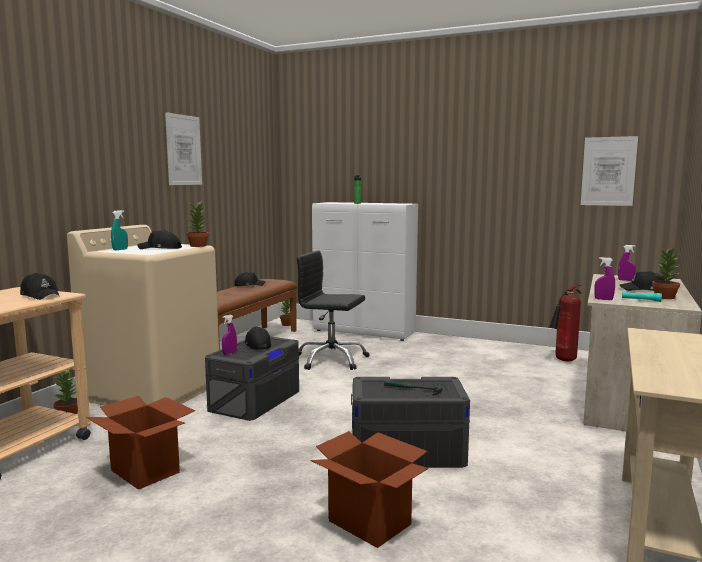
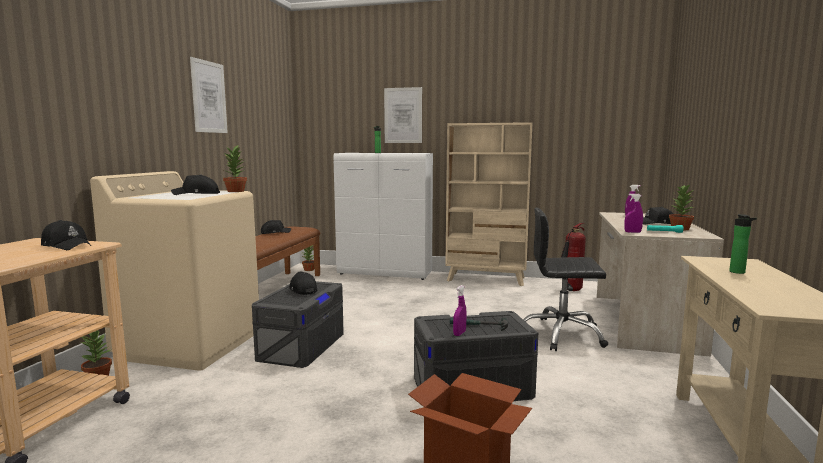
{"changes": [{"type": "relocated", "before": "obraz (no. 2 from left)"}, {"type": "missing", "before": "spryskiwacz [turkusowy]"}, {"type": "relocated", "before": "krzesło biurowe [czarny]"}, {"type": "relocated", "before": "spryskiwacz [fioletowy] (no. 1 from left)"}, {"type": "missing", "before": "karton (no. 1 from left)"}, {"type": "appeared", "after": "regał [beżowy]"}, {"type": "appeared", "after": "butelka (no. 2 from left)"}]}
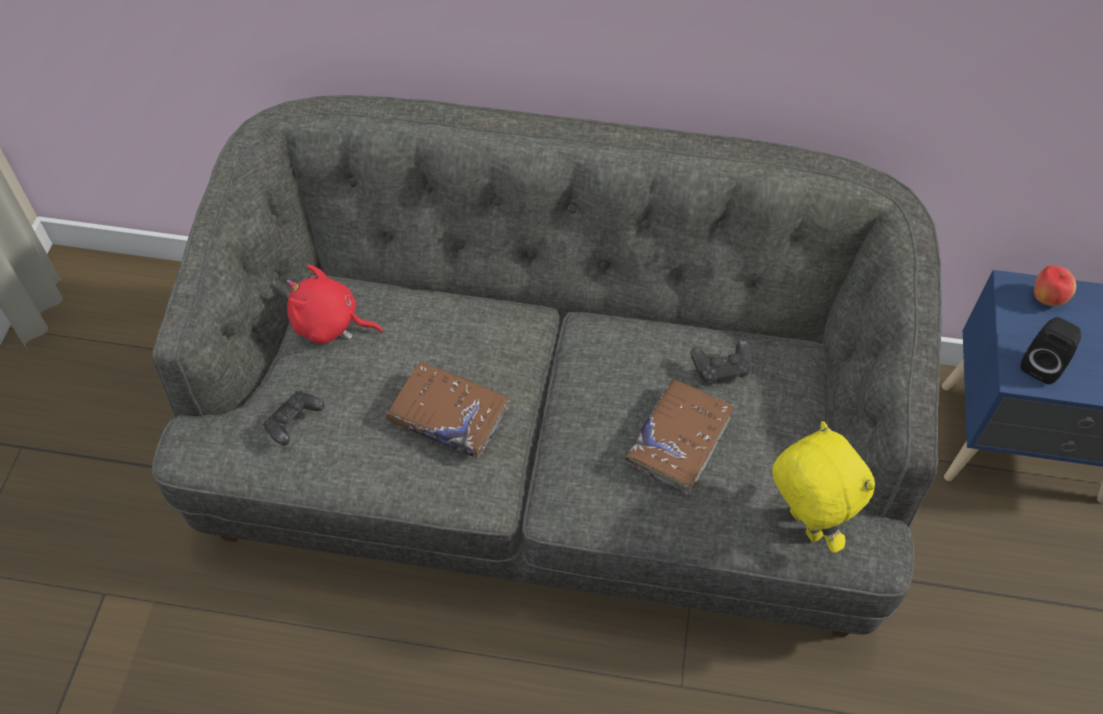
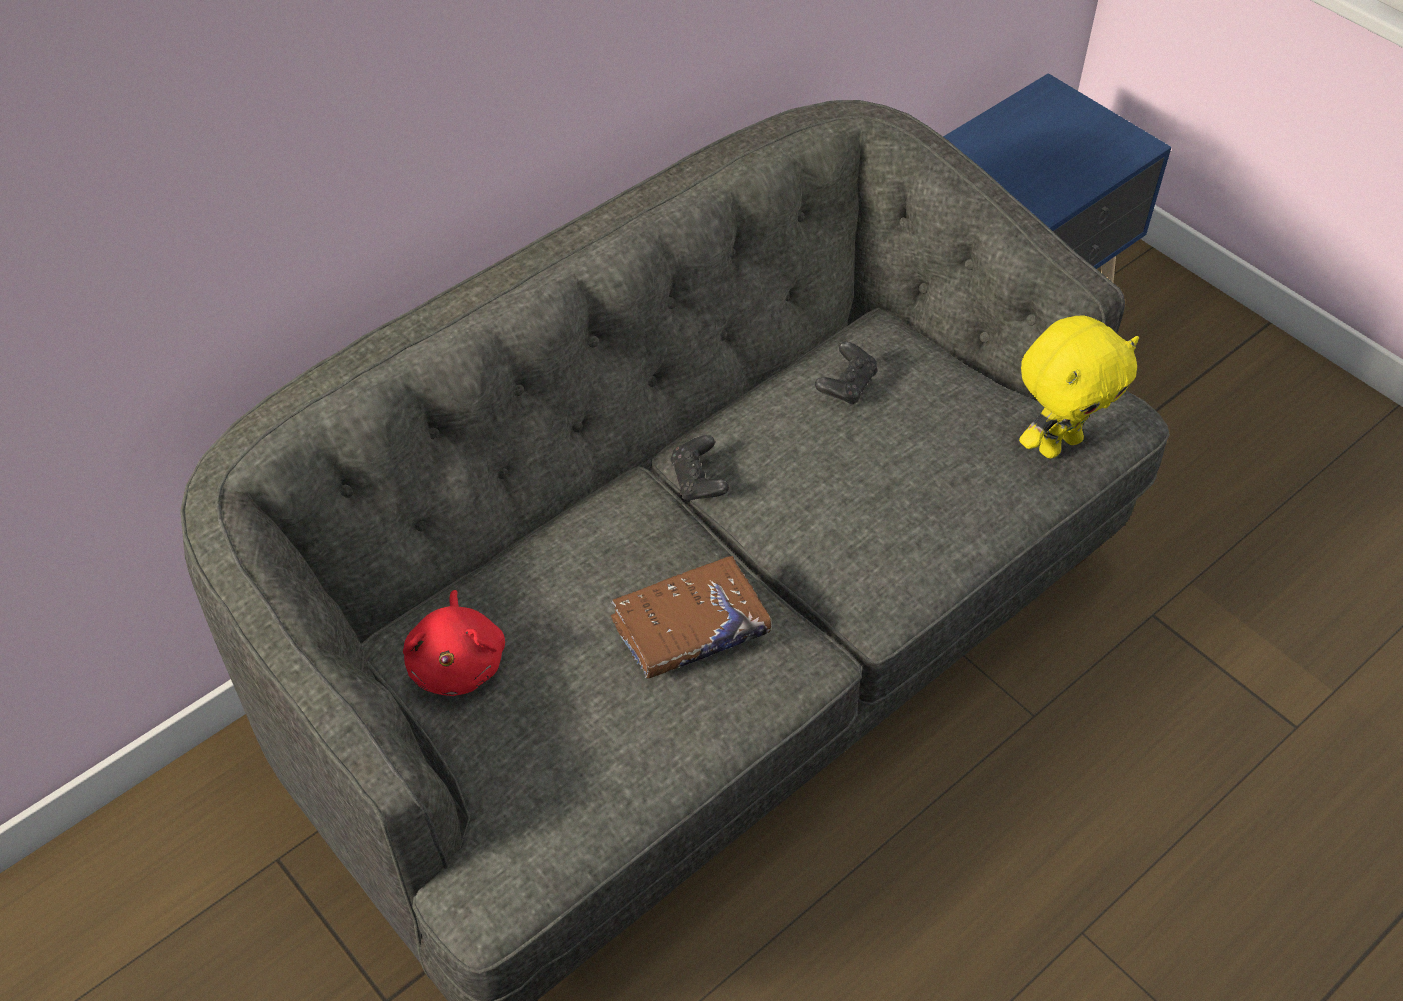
{"changes": [{"type": "spun", "before": "pluszak [czerwony]", "turn": -60}, {"type": "missing", "before": "jabłko"}, {"type": "missing", "before": "głośnik [czarny]"}, {"type": "missing", "before": "książka [brązowy] (no. 2 from left)"}, {"type": "relocated", "before": "pad do gier [czarny] (no. 1 from left)"}, {"type": "spun", "before": "pluszak [żółty]", "turn": 135}]}
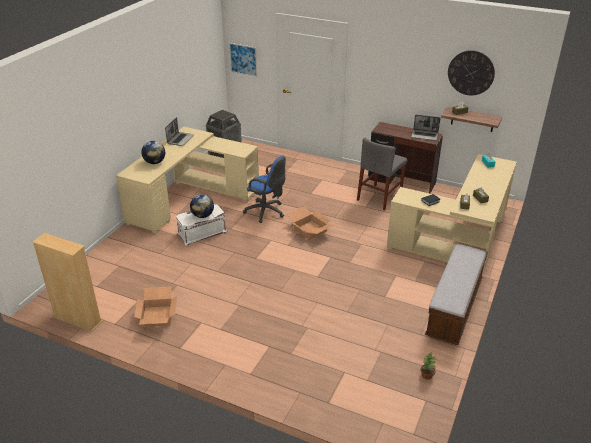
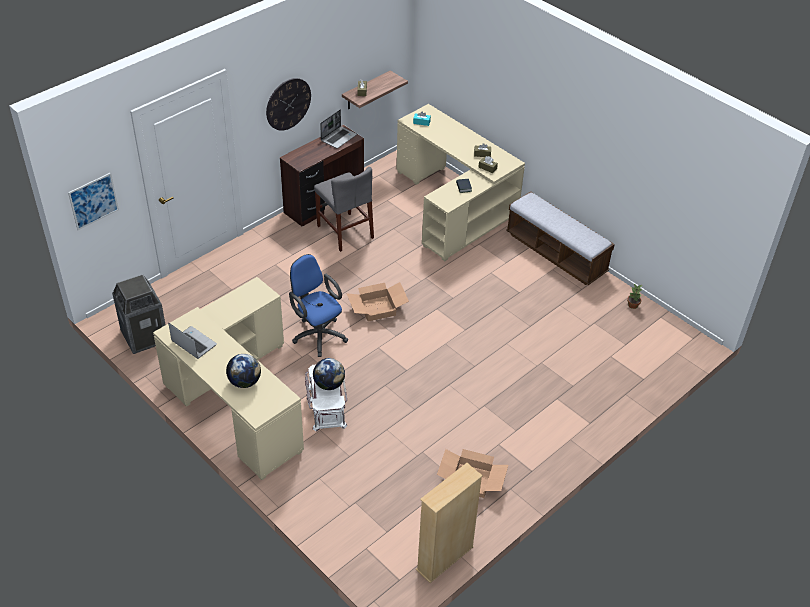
{"changes": [{"type": "relocated", "before": "zegar ścienny"}, {"type": "spun", "before": "krzesło biurowe [niebieski]", "turn": -90}]}
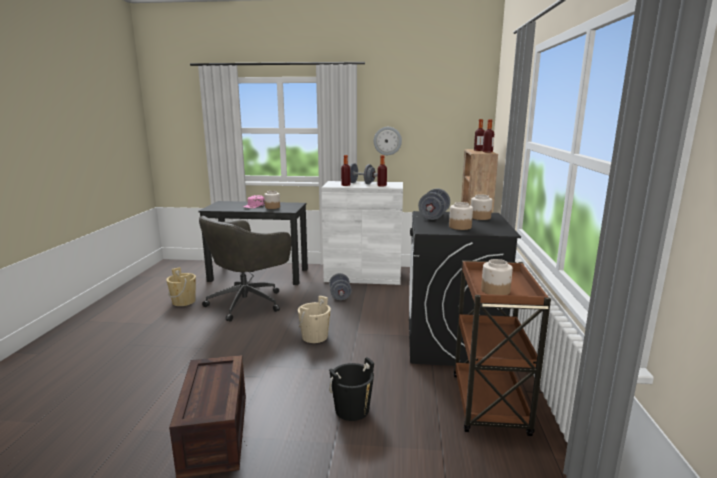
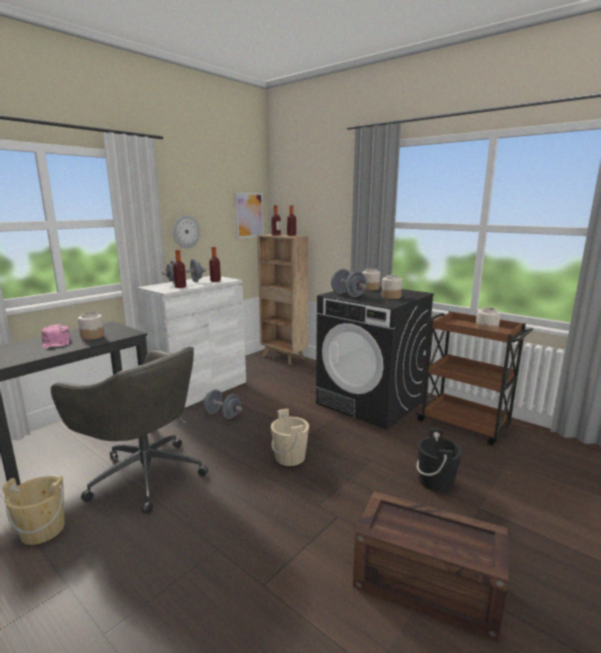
{"changes": [{"type": "spun", "before": "krzesło biurowe [szary]", "turn": -45}, {"type": "appeared", "after": "obraz"}]}
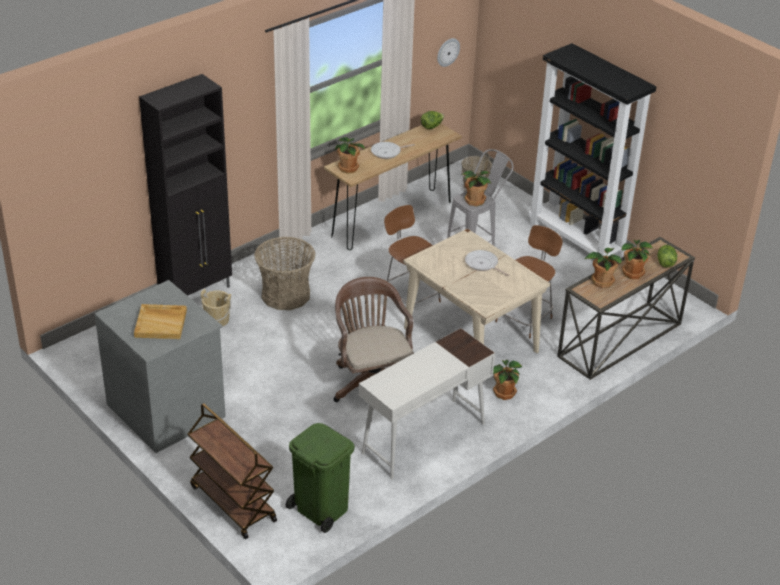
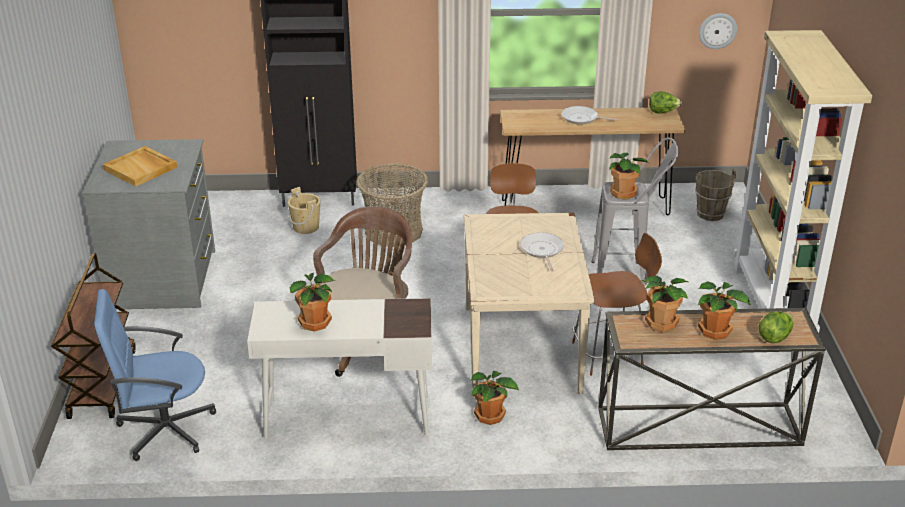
{"changes": [{"type": "colour", "before": "regał [czarny]", "after": "regał [beżowy]"}, {"type": "relocated", "before": "roślina doniczkowa (no. 1 from left)"}, {"type": "exchanged", "before": "kosz na śmieci [zielony]", "after": "krzesło biurowe [niebieski]"}]}
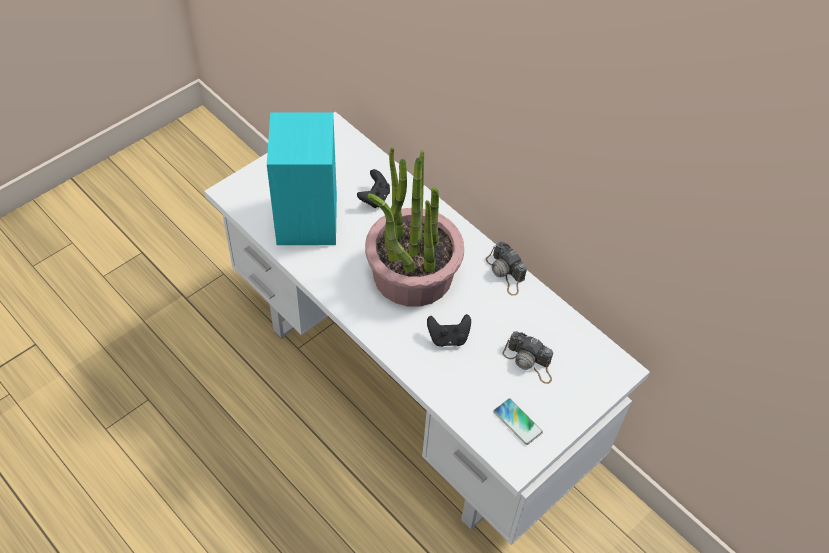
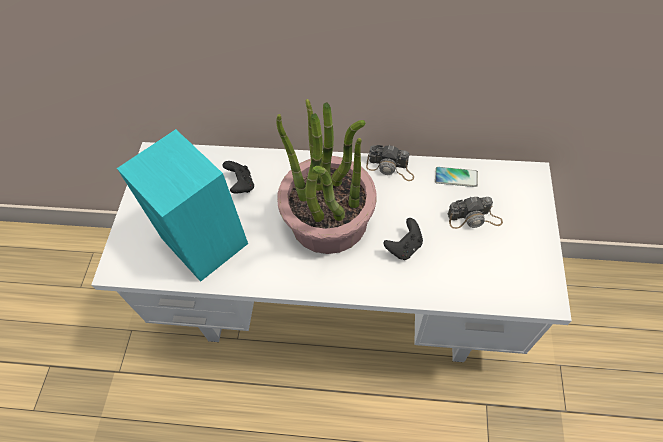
{"changes": [{"type": "relocated", "before": "telefon"}]}
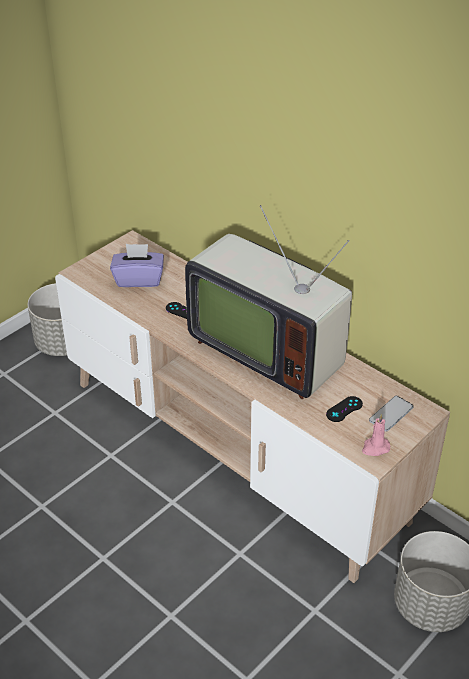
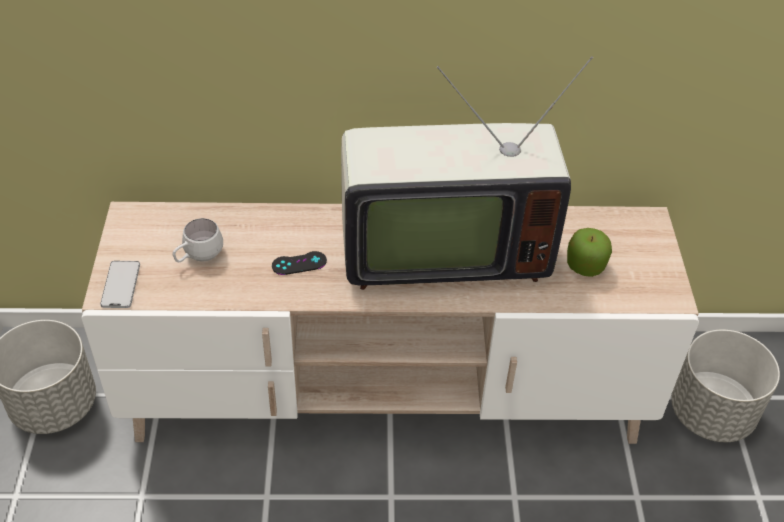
{"changes": [{"type": "exchanged", "before": "pudełko chusteczek [fioletowy]", "after": "kubek [biały]"}, {"type": "exchanged", "before": "pad do gier [czarny] (no. 2 from left)", "after": "jabłko"}, {"type": "relocated", "before": "telefon"}, {"type": "missing", "before": "świeca [różowy]"}]}
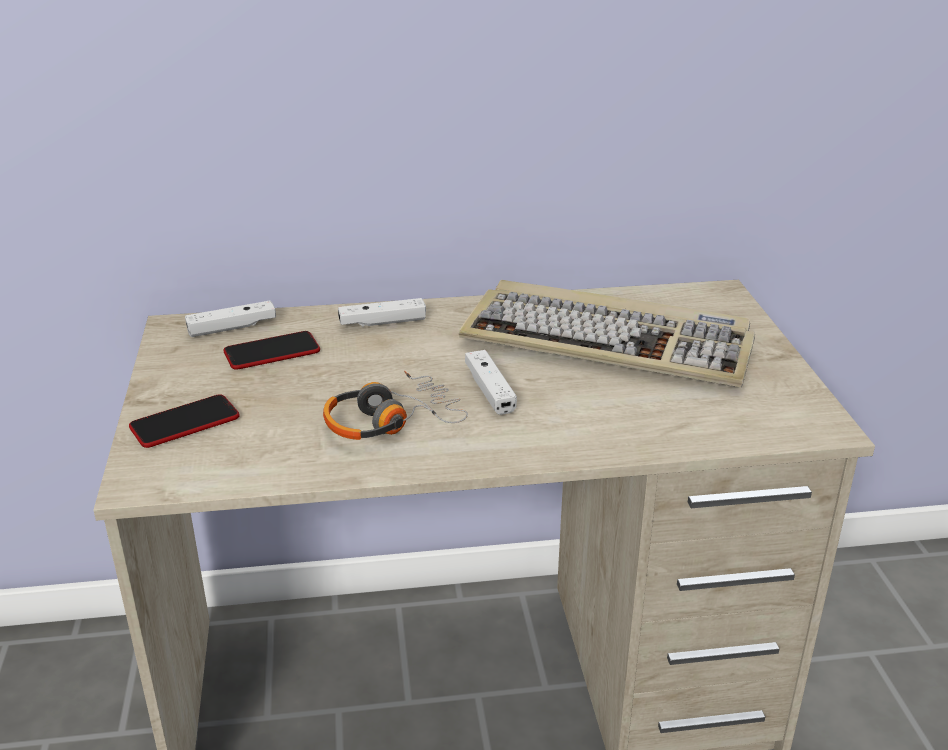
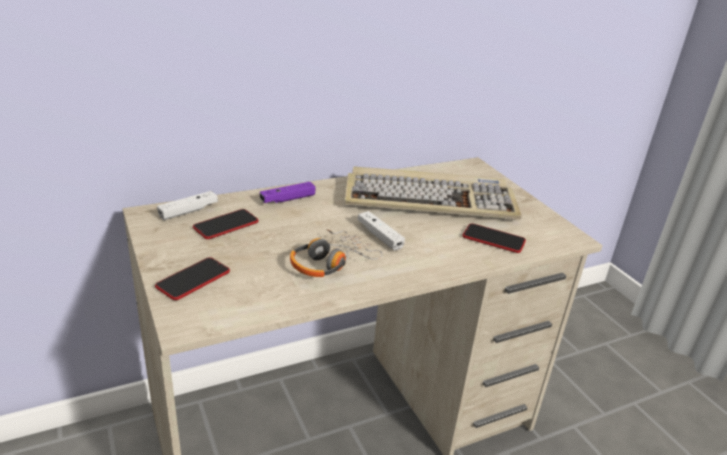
{"changes": [{"type": "colour", "before": "pad do gier [biały] (no. 2 from left)", "after": "pad do gier [fioletowy]"}, {"type": "appeared", "after": "telefon (no. 3 from left)"}]}
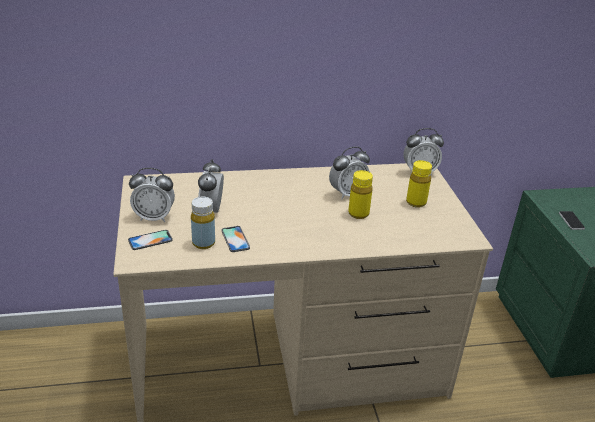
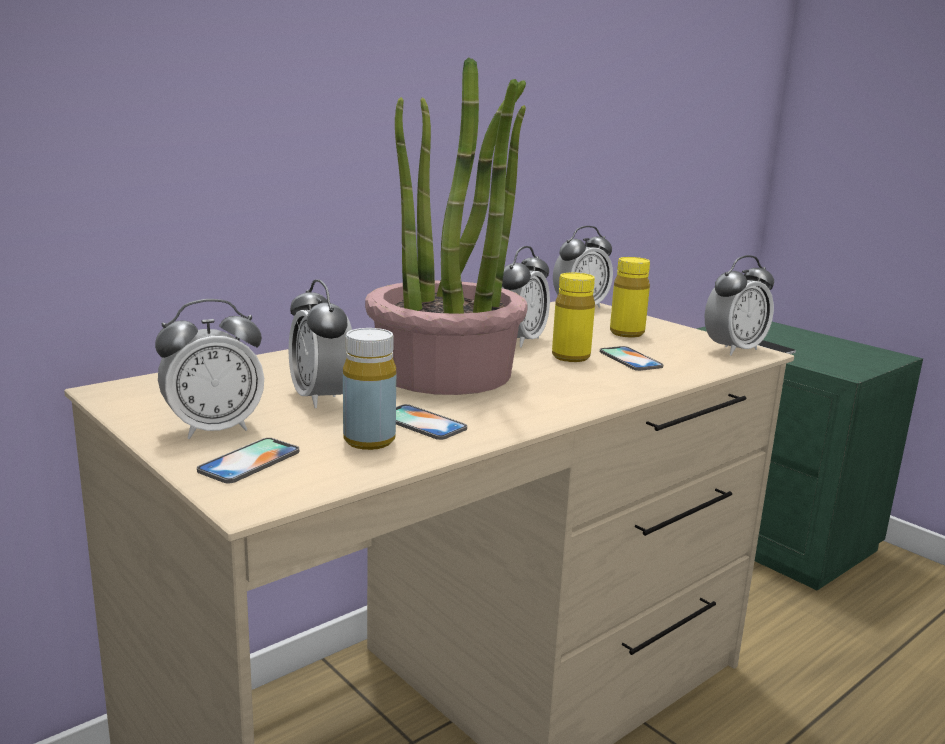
{"changes": [{"type": "appeared", "after": "roślina doniczkowa"}, {"type": "appeared", "after": "budzik (no. 5 from left)"}, {"type": "appeared", "after": "telefon (no. 3 from left)"}]}
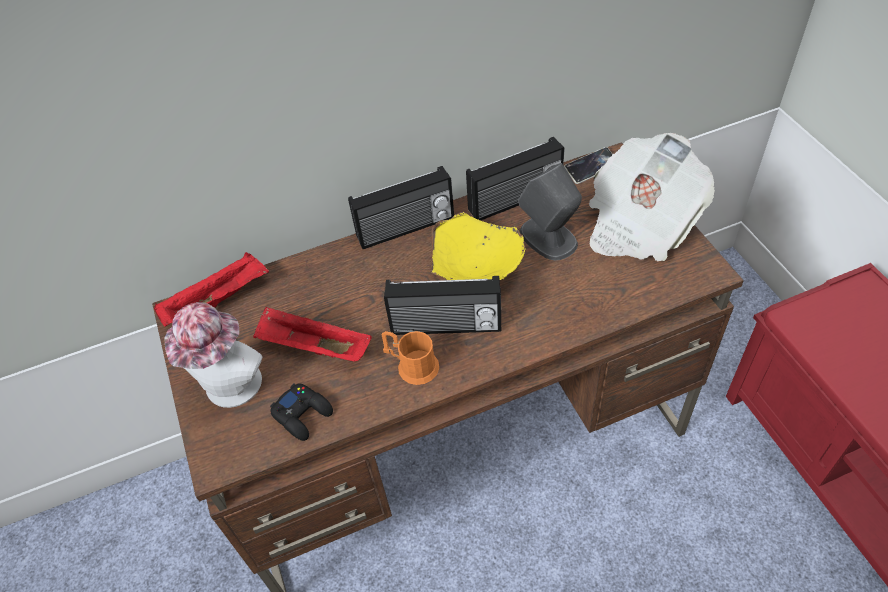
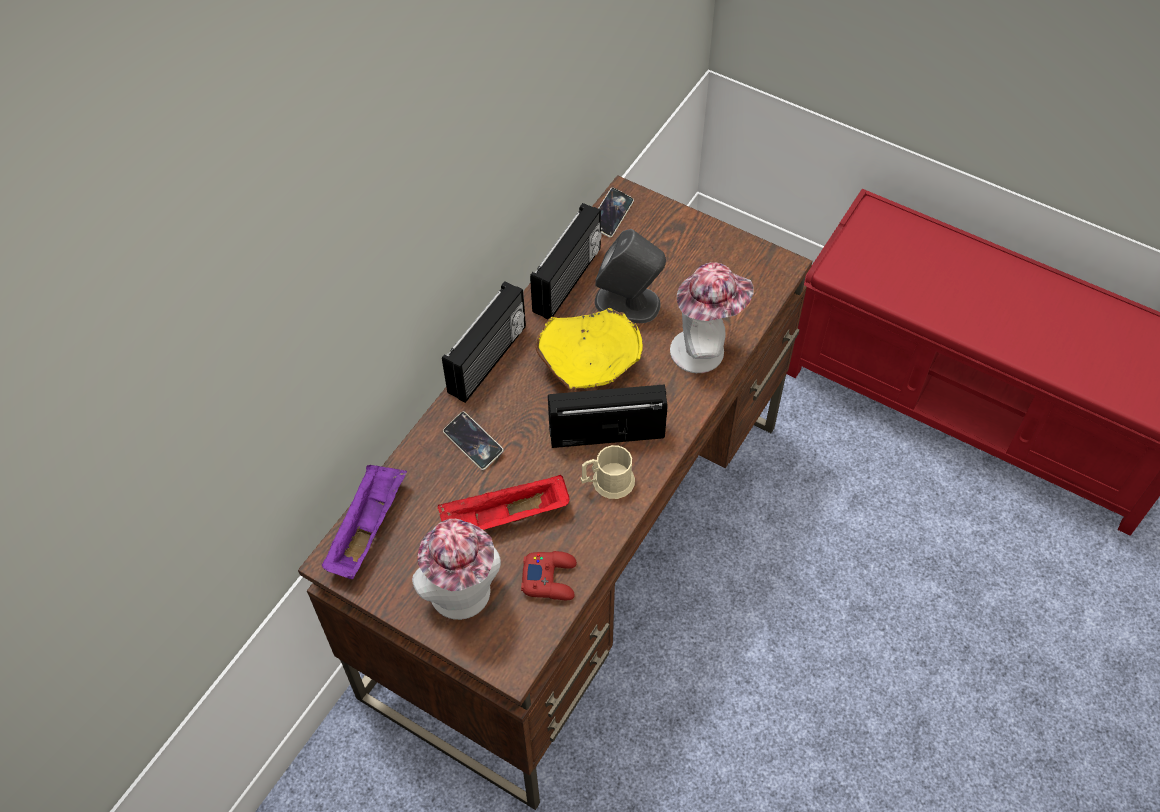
{"changes": [{"type": "missing", "before": "gazeta"}, {"type": "colour", "before": "taca [czerwony] (no. 1 from left)", "after": "taca [fioletowy]"}, {"type": "spun", "before": "radio (no. 2 from left in the first image)", "turn": -150}, {"type": "colour", "before": "kubek [pomarańczowy]", "after": "kubek [beżowy]"}, {"type": "colour", "before": "pad do gier [czarny]", "after": "pad do gier [czerwony]"}, {"type": "appeared", "after": "kapelusz (no. 2 from left)"}, {"type": "appeared", "after": "telefon (no. 1 from left)"}]}
